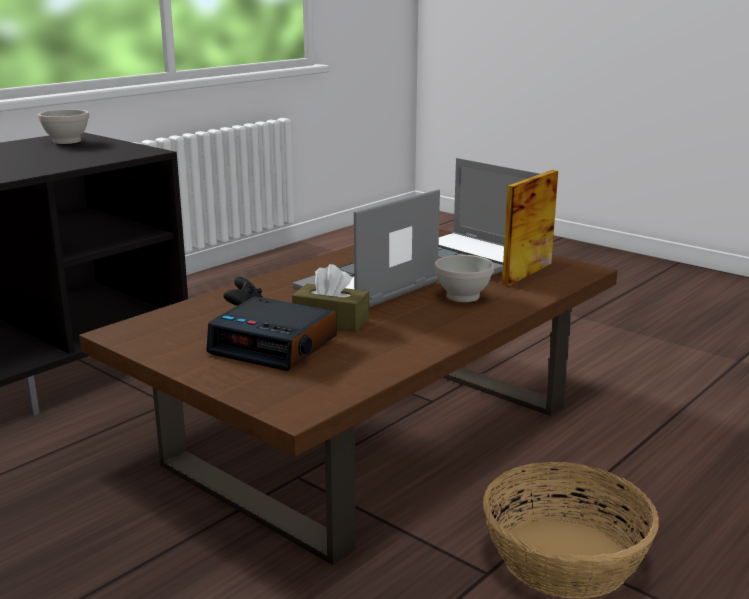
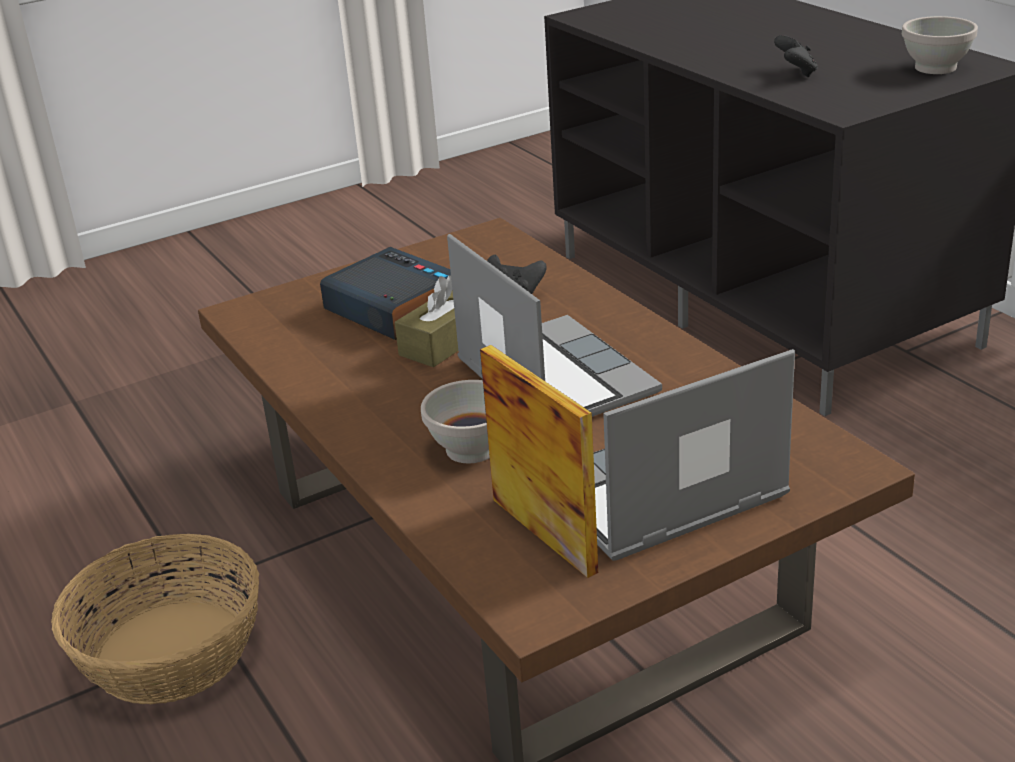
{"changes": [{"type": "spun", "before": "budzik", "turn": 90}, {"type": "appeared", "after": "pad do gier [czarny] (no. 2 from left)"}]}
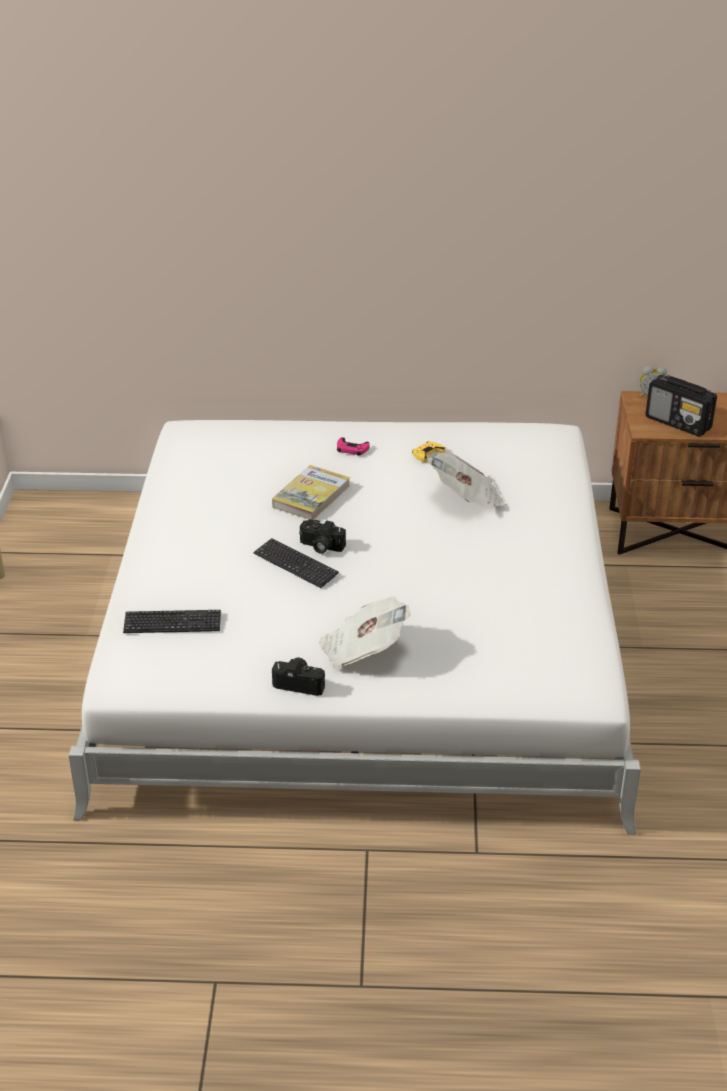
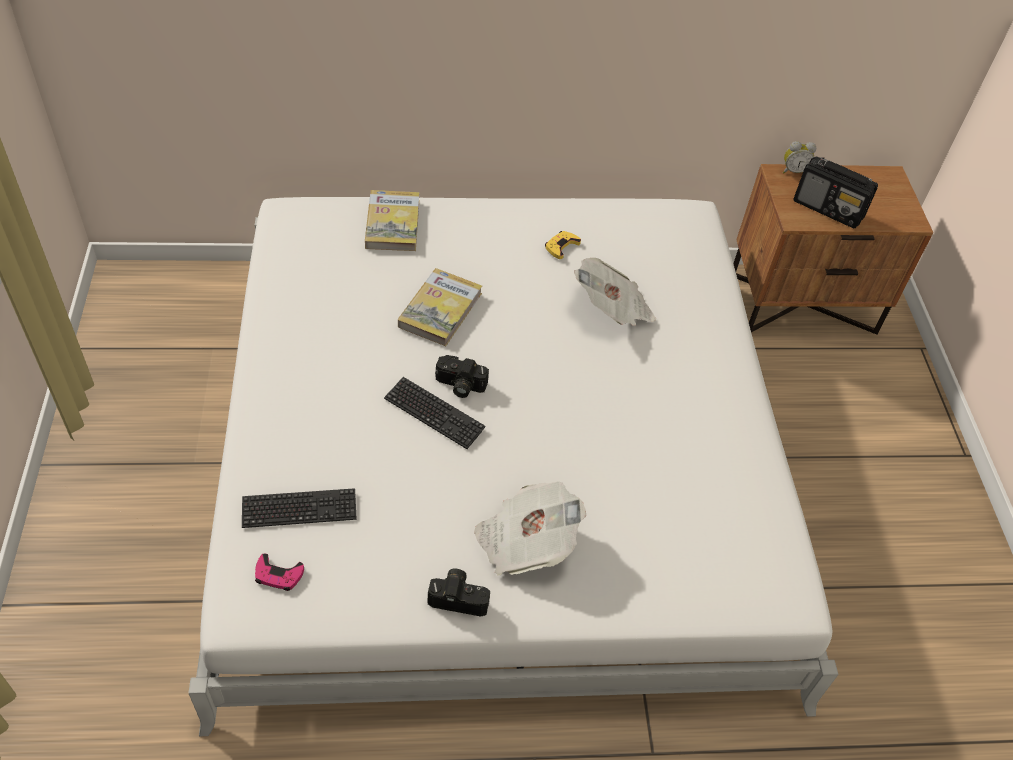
{"changes": [{"type": "relocated", "before": "pad do gier [różowy]"}, {"type": "appeared", "after": "książka (no. 1 from left)"}]}
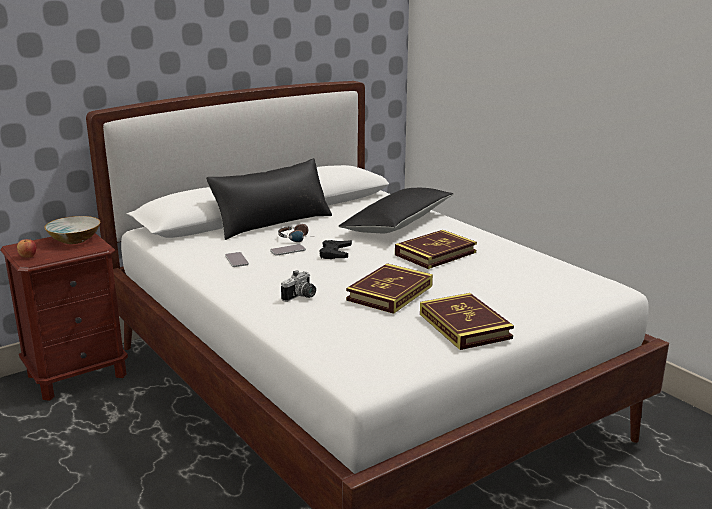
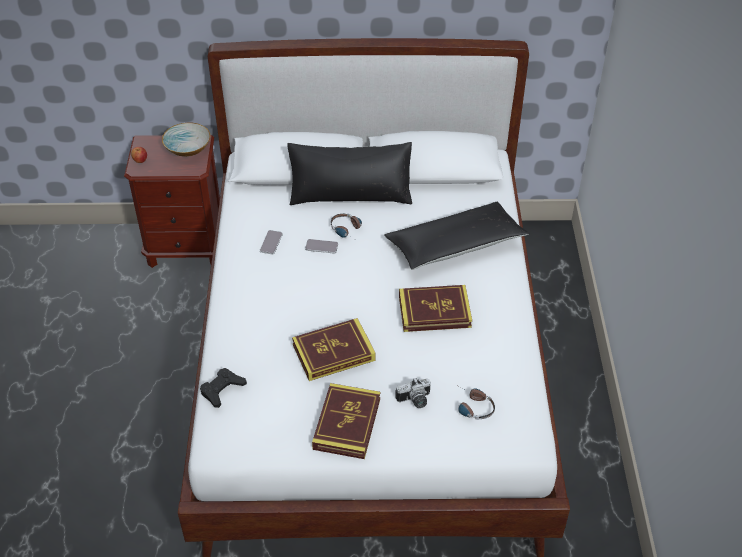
{"changes": [{"type": "relocated", "before": "pad do gier [czarny]"}, {"type": "relocated", "before": "aparat fotograficzny"}, {"type": "appeared", "after": "słuchawki (no. 2 from left)"}]}
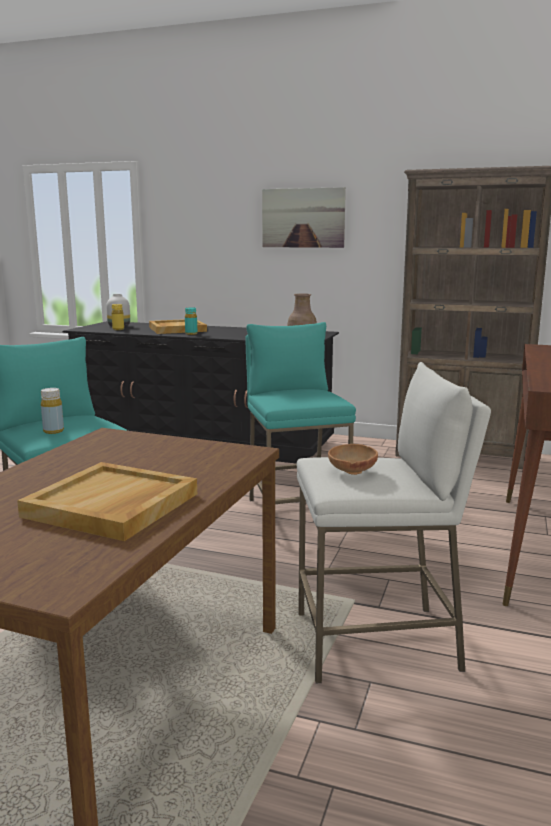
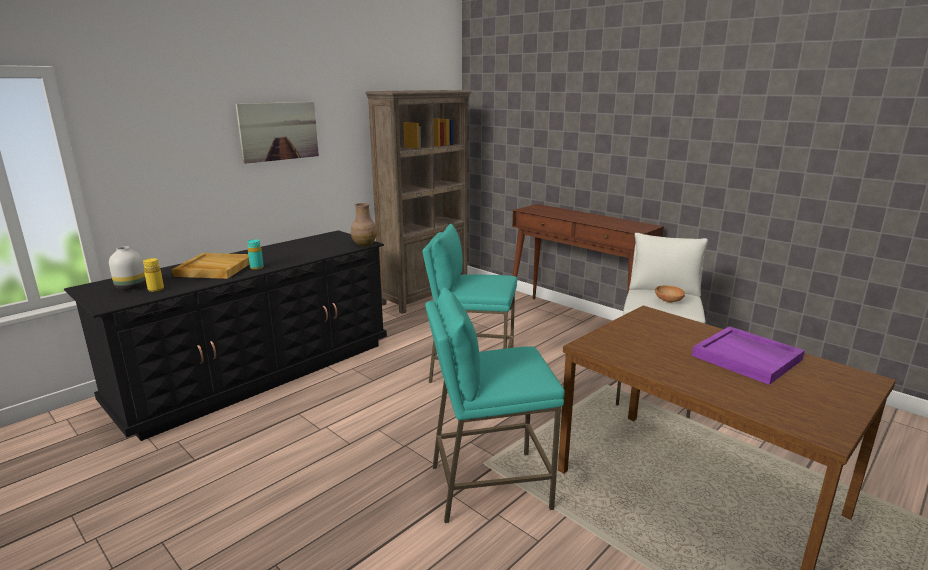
{"changes": [{"type": "missing", "before": "butelka [żółty] (no. 1 from left)"}, {"type": "colour", "before": "taca [beżowy] (no. 1 from left)", "after": "taca [fioletowy]"}]}
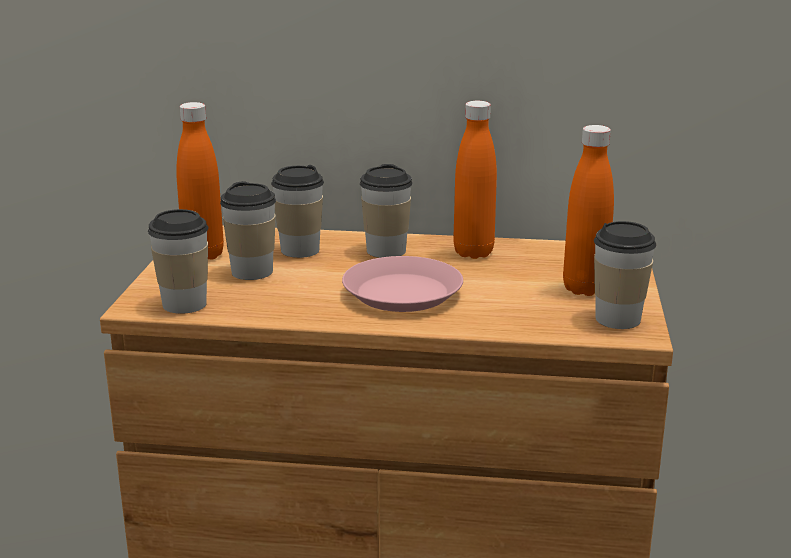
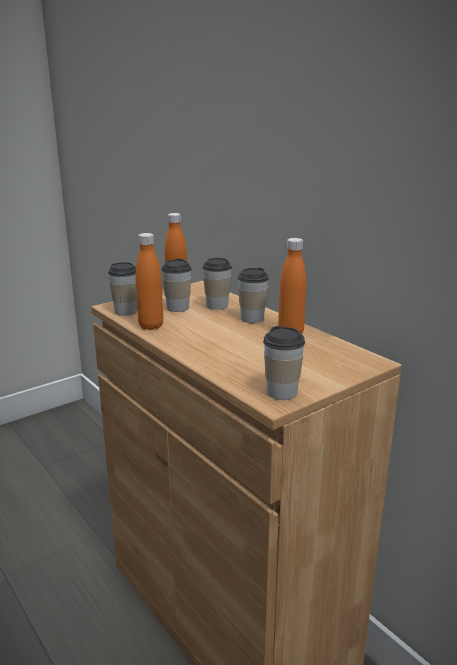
{"changes": [{"type": "relocated", "before": "butelka [pomarańczowy] (no. 3 from left in the first image)", "after": "butelka [pomarańczowy] (no. 1 from left)"}, {"type": "missing", "before": "talerz [różowy]"}]}
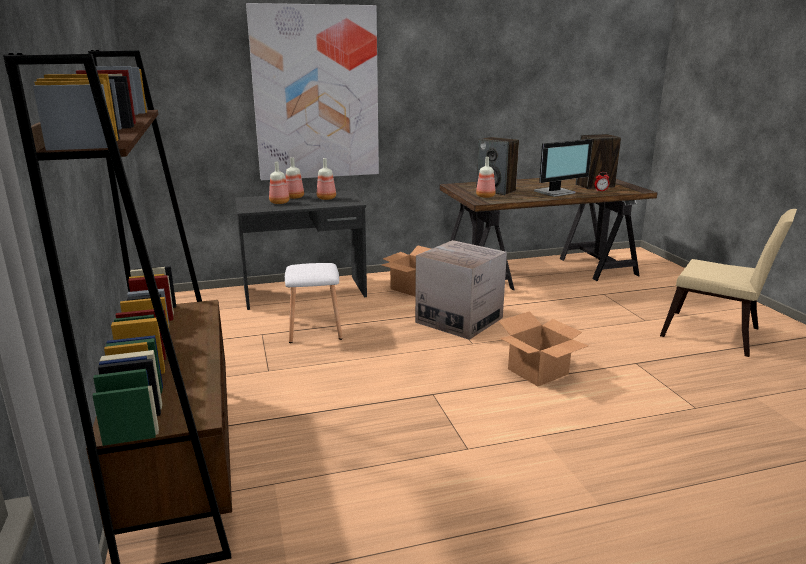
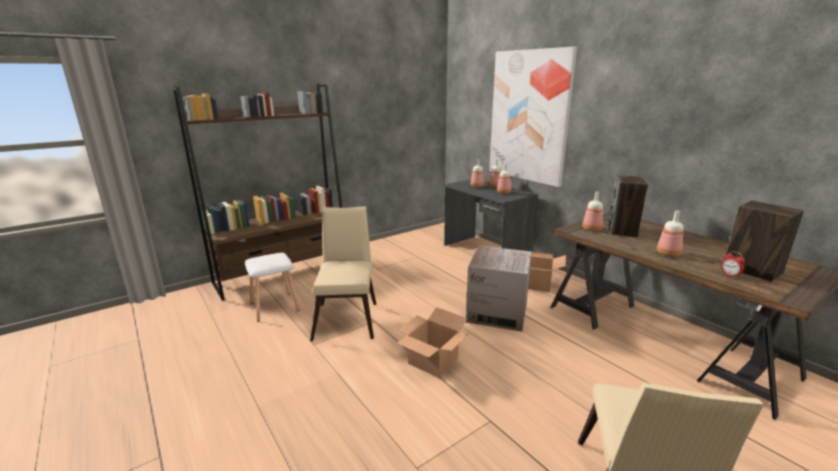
{"changes": [{"type": "exchanged", "before": "monitor", "after": "butelka (no. 5 from left)"}, {"type": "relocated", "before": "stołek [biały]"}, {"type": "appeared", "after": "krzesło [beżowy] (no. 1 from left)"}]}
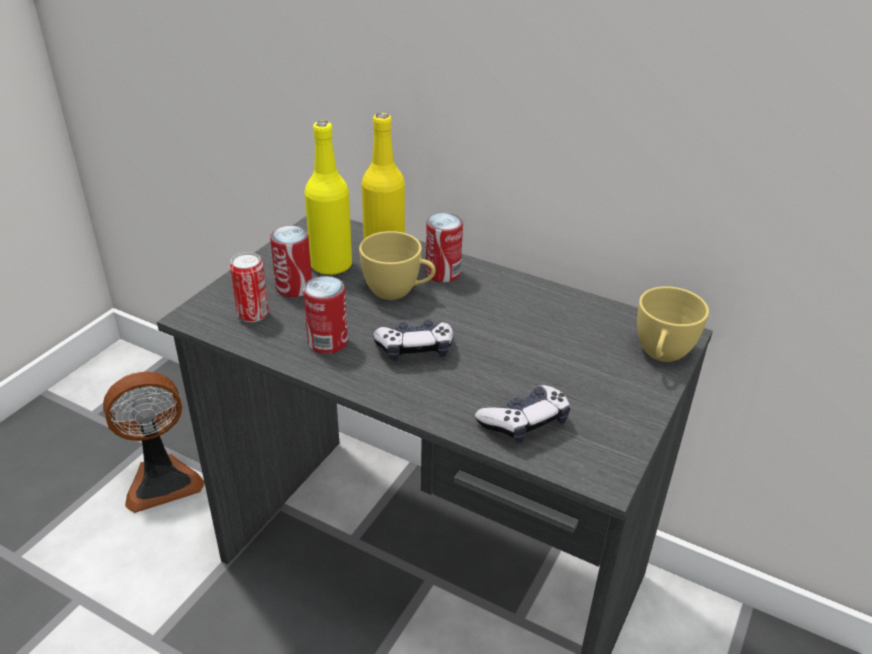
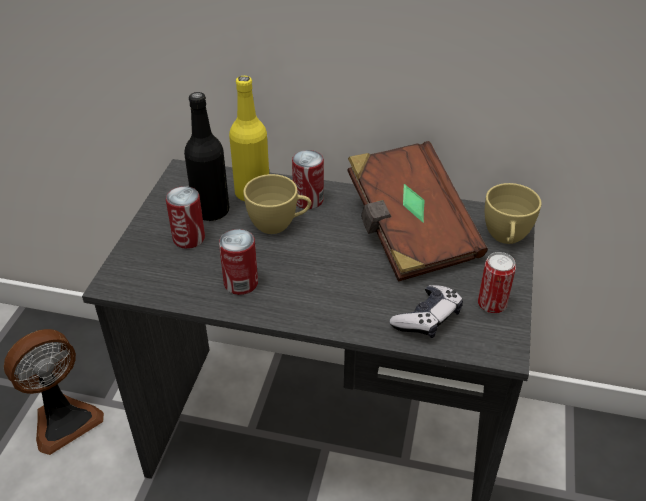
{"changes": [{"type": "colour", "before": "butelka [żółty] (no. 1 from left)", "after": "butelka [czarny]"}, {"type": "relocated", "before": "puszka (no. 1 from left in the first image)", "after": "puszka (no. 4 from left)"}, {"type": "missing", "before": "pad do gier (no. 1 from left)"}, {"type": "appeared", "after": "książka [brązowy]"}]}
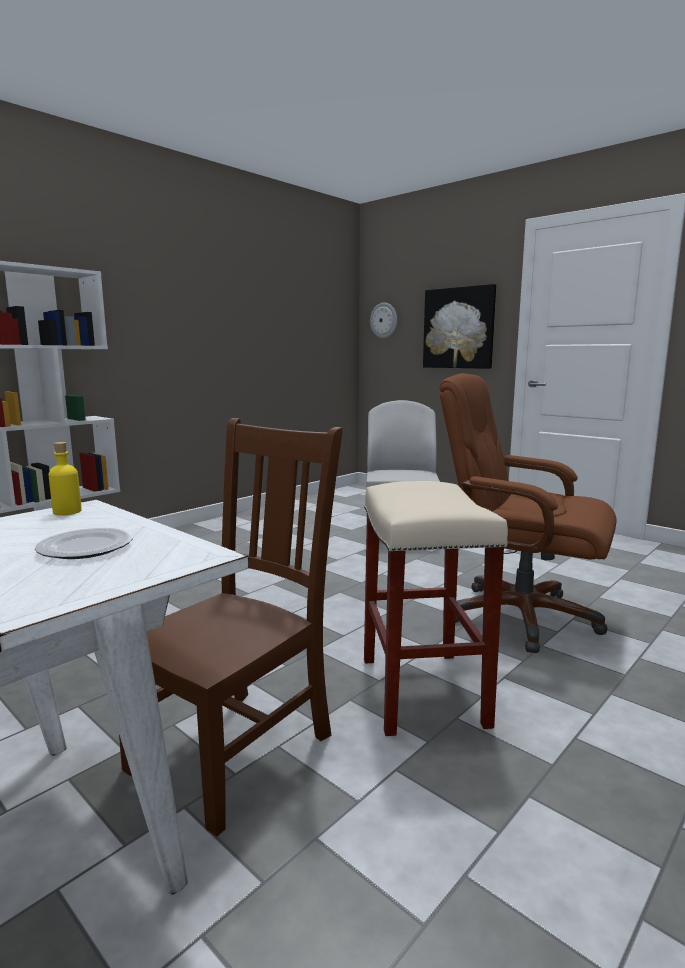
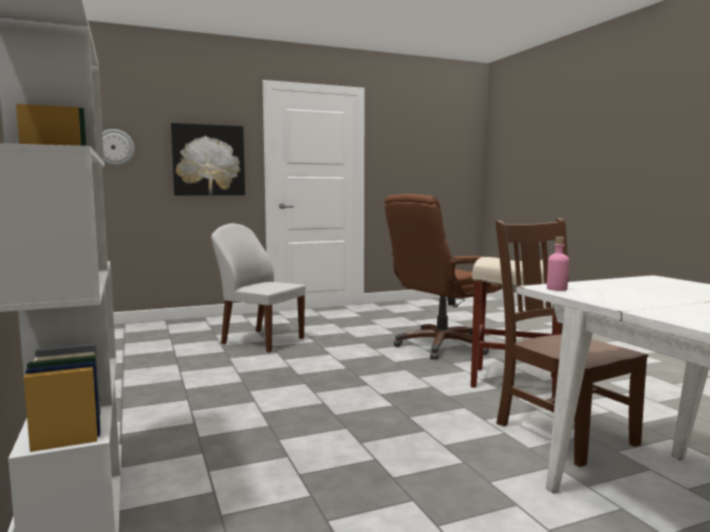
{"changes": [{"type": "colour", "before": "butelka [żółty]", "after": "butelka [różowy]"}, {"type": "missing", "before": "talerz"}]}
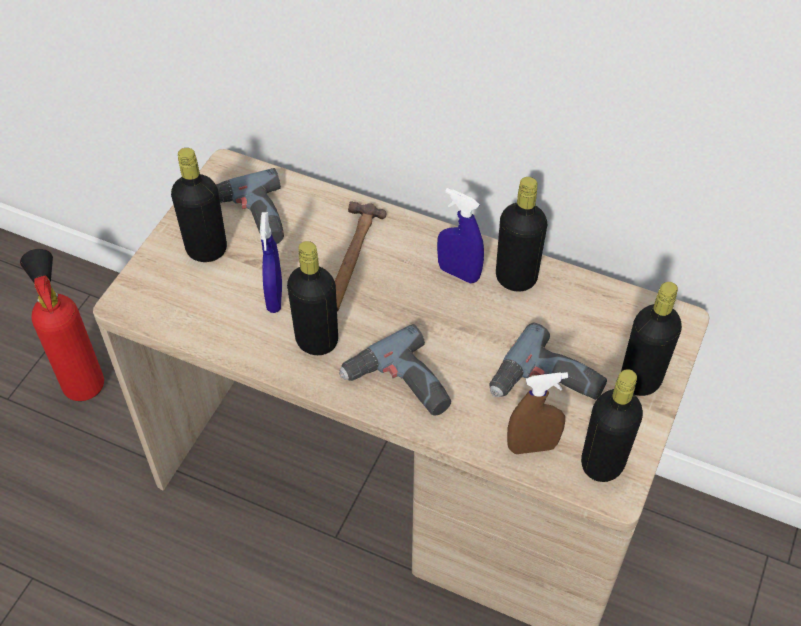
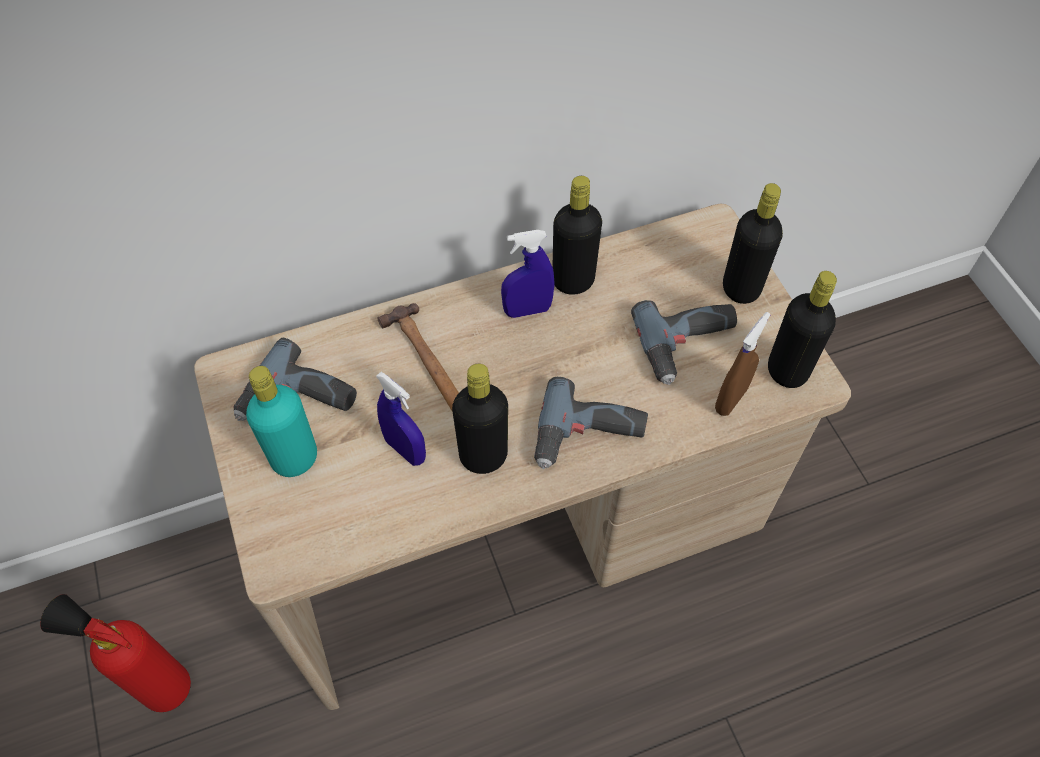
{"changes": [{"type": "colour", "before": "butelka [czarny] (no. 1 from left)", "after": "butelka [turkusowy]"}]}
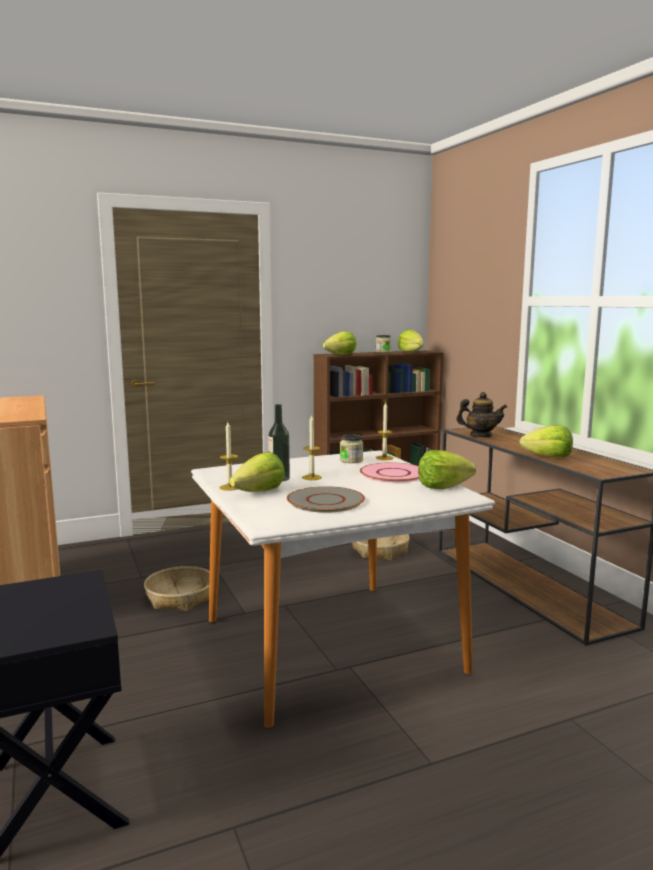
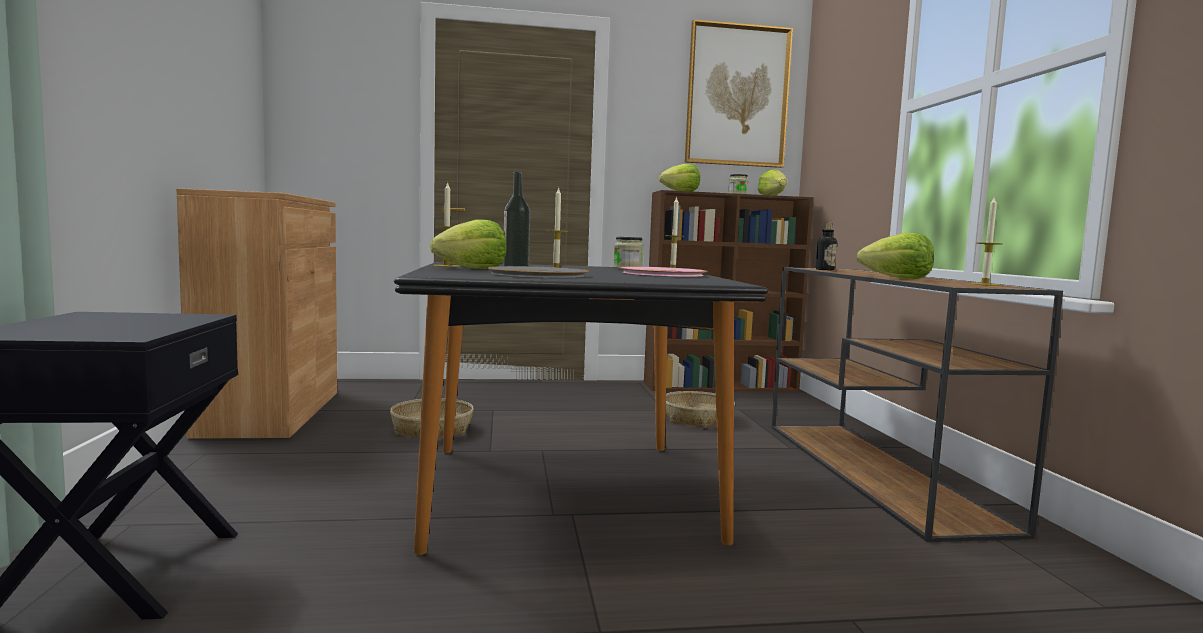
{"changes": [{"type": "exchanged", "before": "imbryk", "after": "butelka (no. 2 from left)"}, {"type": "colour", "before": "stół jadalny [biały]", "after": "stół jadalny [czarny]"}, {"type": "missing", "before": "sałata (no. 4 from left)"}, {"type": "appeared", "after": "obraz"}, {"type": "appeared", "after": "świeca (no. 4 from left)"}]}
